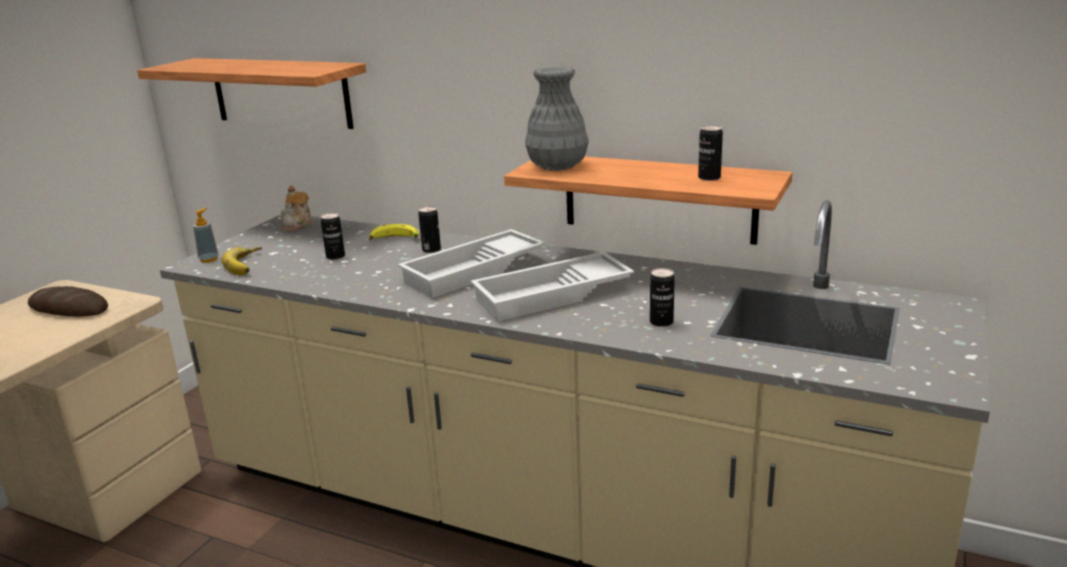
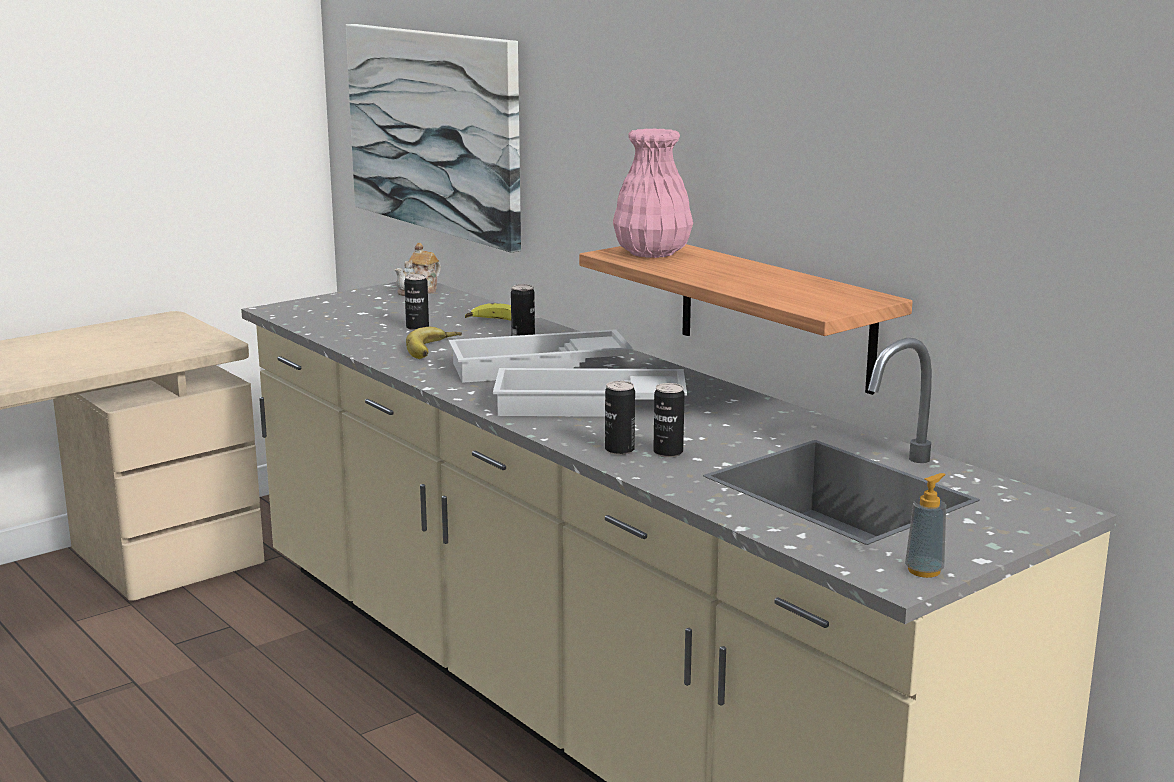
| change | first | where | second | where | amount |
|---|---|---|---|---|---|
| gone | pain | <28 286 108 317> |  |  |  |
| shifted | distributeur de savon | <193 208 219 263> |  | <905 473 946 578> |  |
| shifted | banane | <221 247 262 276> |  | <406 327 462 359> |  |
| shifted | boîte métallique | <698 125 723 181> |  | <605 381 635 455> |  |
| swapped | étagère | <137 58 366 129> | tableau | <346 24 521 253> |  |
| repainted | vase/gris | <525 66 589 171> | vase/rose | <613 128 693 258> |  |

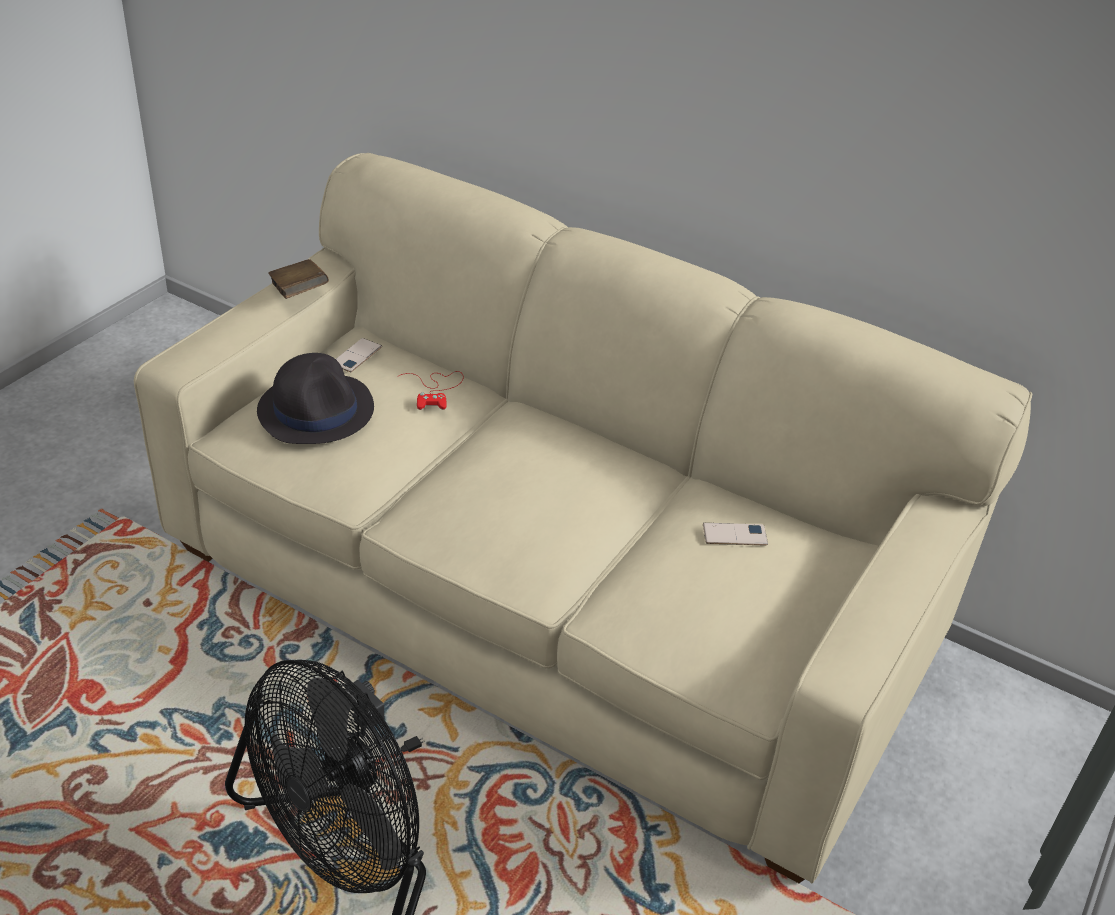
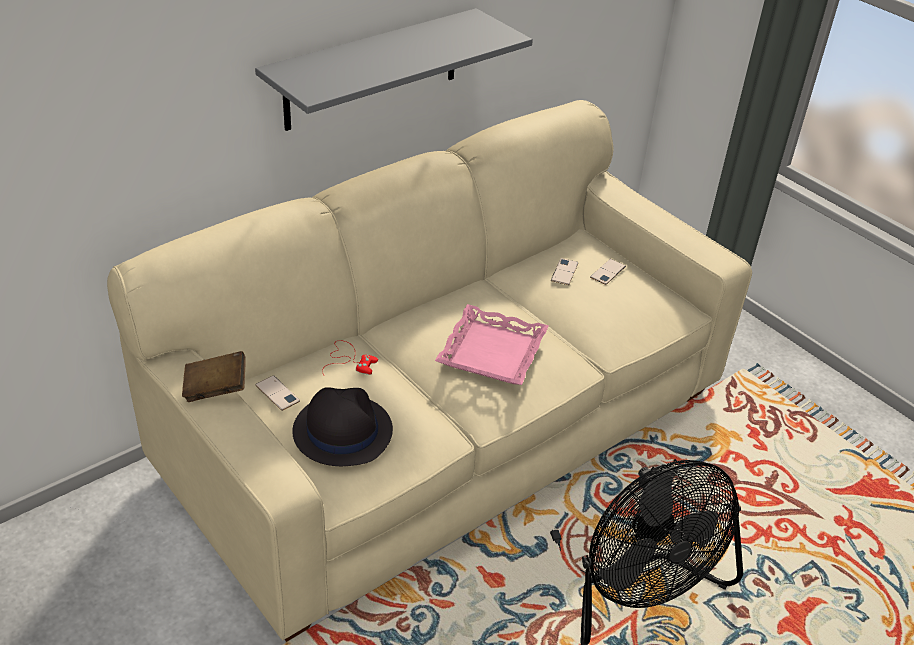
| change | first | where | second | where | amount |
|---|---|---|---|---|---|
| new |  |  | étagère/gris | <255 8 533 131> |  |
| new |  |  | plateau/rose | <435 304 549 385> |  |
| new |  |  | téléphone | <590 259 626 285> |  |

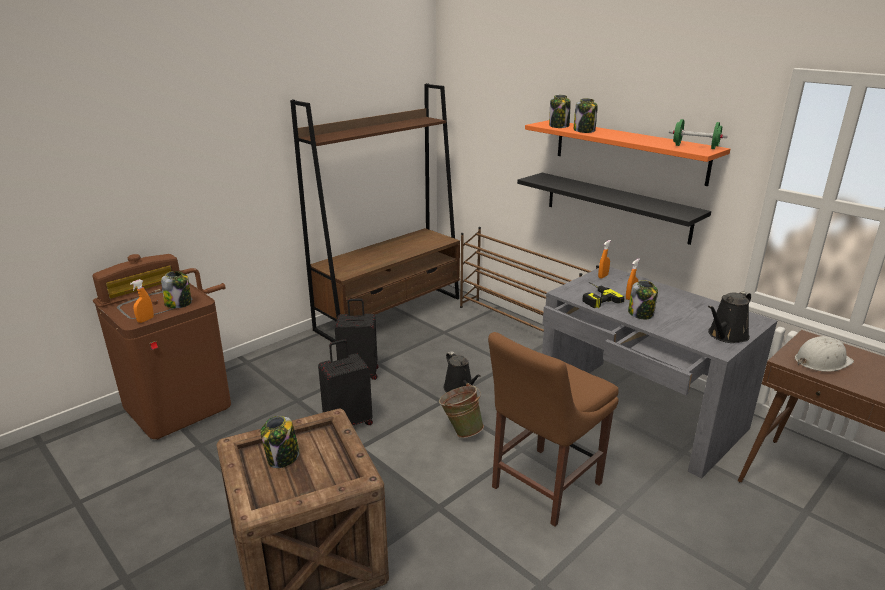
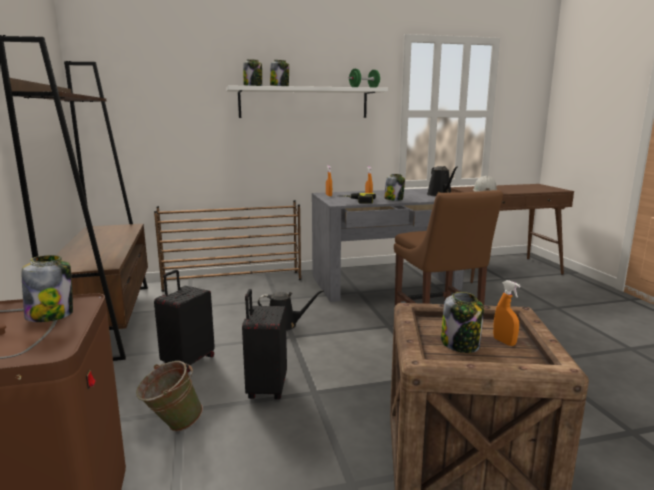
| change | first | where | second | where | amount |
|---|---|---|---|---|---|
| gone | étagère/noir | <517 173 711 245> |  |  |  |
| shifted | vaporisateur/orange | <130 279 154 323> |  | <493 280 521 346> |  |
| shifted | seau/vert | <439 383 484 438> |  | <136 361 203 431> |  |
| repainted | étagère/orange | <525 120 730 186> | étagère/blanc | <226 86 388 118> |  |

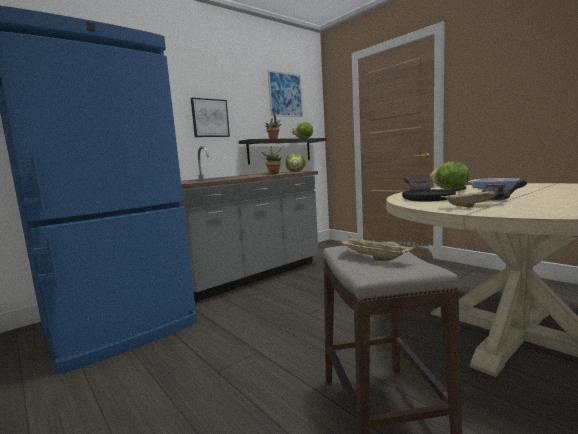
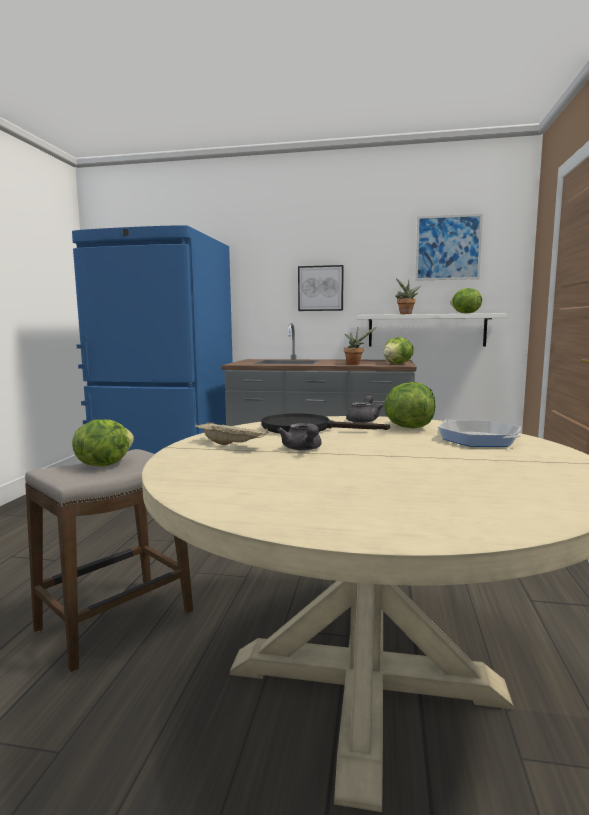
| change | first | where | second | where | amount |
|---|---|---|---|---|---|
| swapped | plateau/beige | <338 237 415 261> | laitue | <72 419 134 466> |  |
| repainted | étagère/noir | <239 138 326 165> | étagère/blanc | <356 313 507 347> |  |

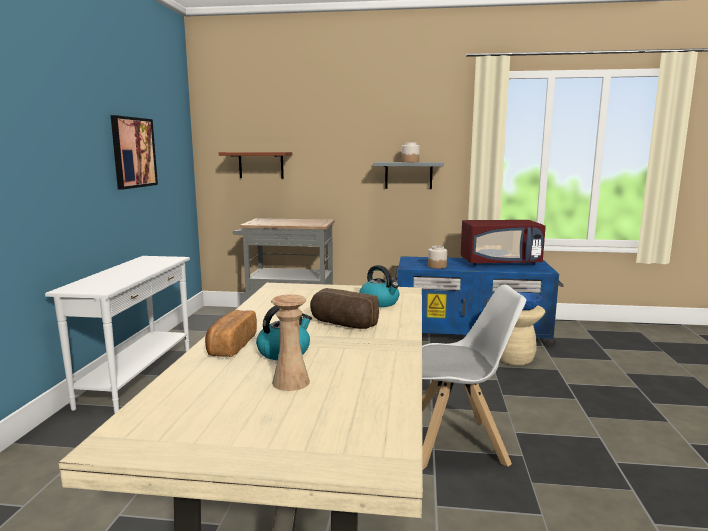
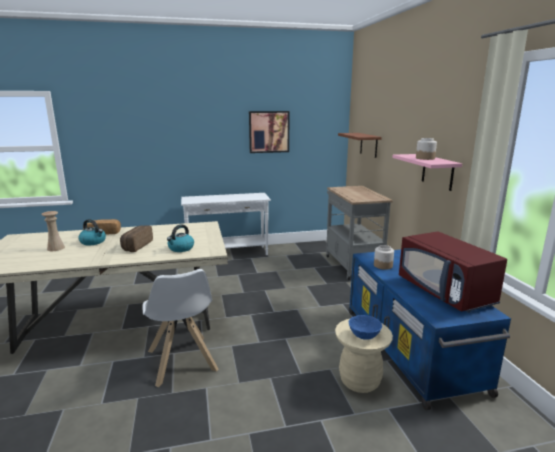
| change | first | where | second | where | amount |
|---|---|---|---|---|---|
| repainted | étagère/gris | <373 162 444 189> | étagère/rose | <392 154 462 191> |  |

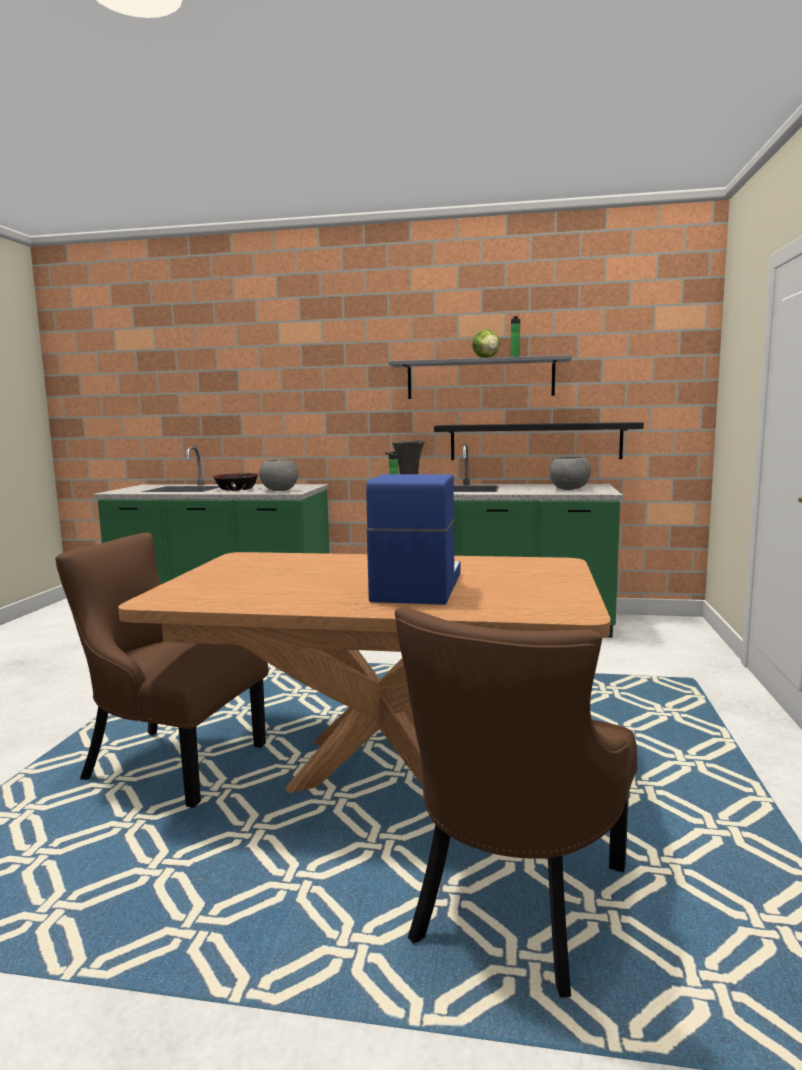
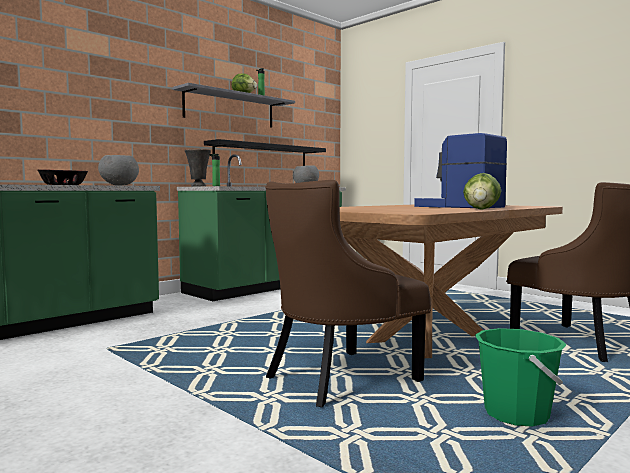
| change | first | where | second | where | amount |
|---|---|---|---|---|---|
| new |  |  | laitue | <463 173 501 210> |  |
| new |  |  | seau/vert | <475 328 567 427> |  |

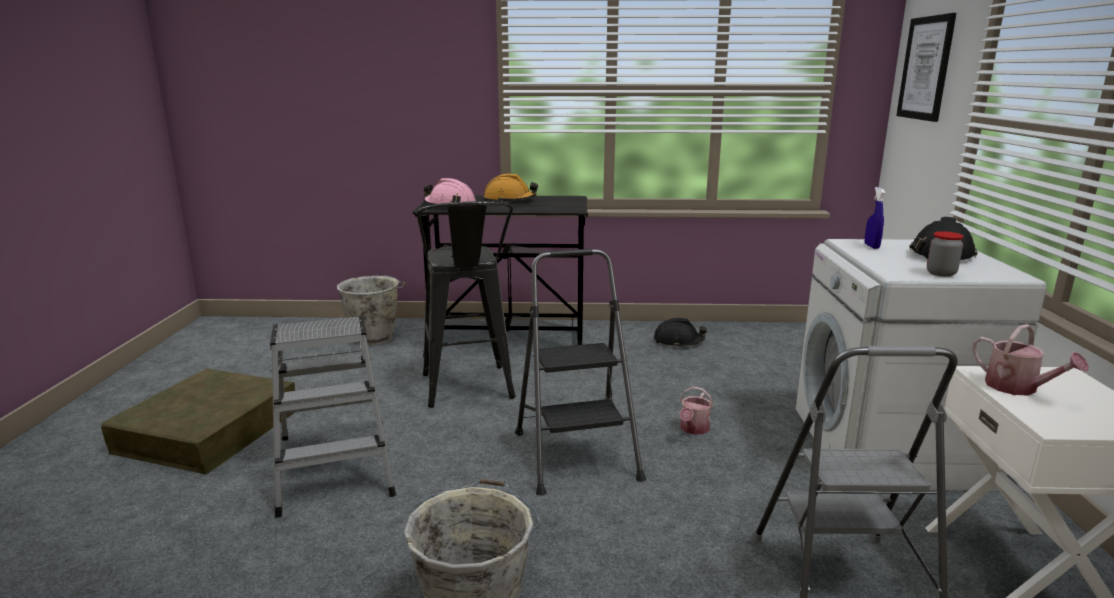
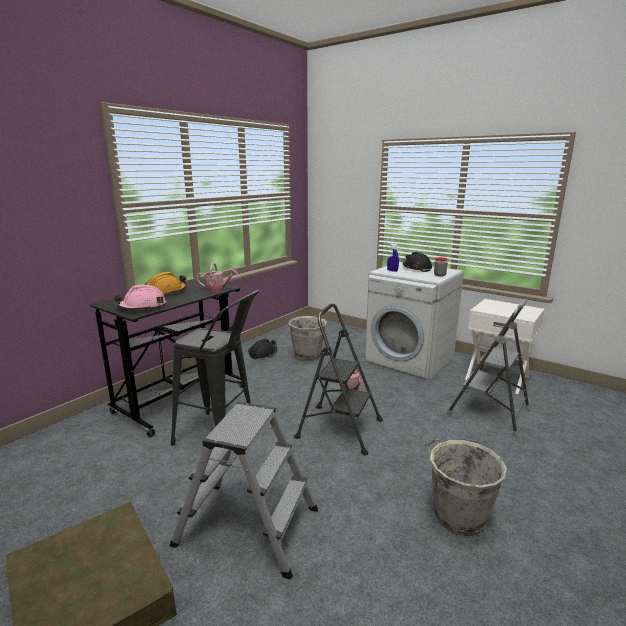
| change | first | where | second | where | amount |
|---|---|---|---|---|---|
| gone | tableau | <896 13 956 122> |  |  |  |
| shifted | seau/gris | <337 275 406 346> |  | <289 315 328 361> |  |
| shifted | arrosoir | <972 324 1089 396> |  | <196 263 238 292> |  |

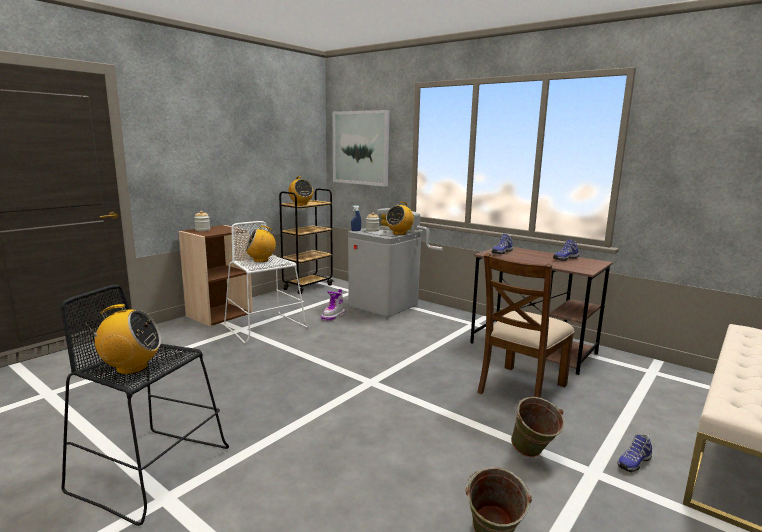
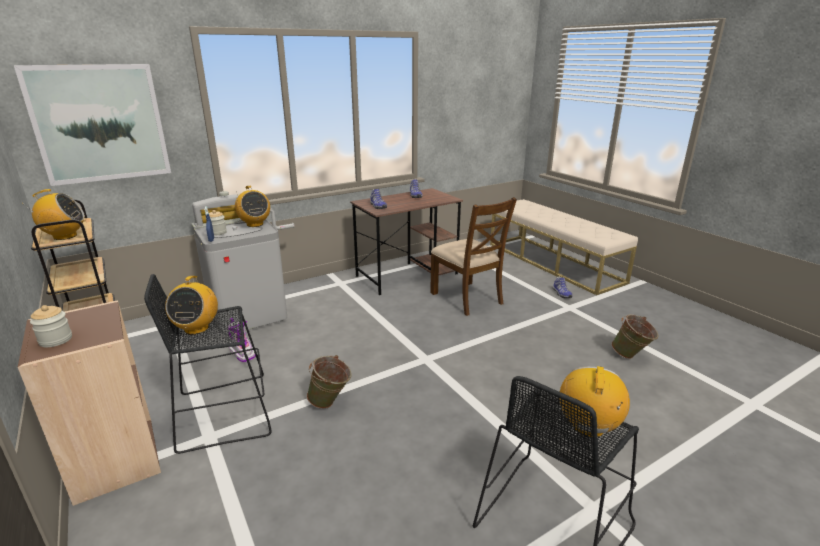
| change | first | where | second | where | amount |
|---|---|---|---|---|---|
| shifted | seau/vert | <511 397 565 457> |  | <307 355 352 409> |  |
| repainted | tabouret/blanc | <224 221 309 344> | tabouret/noir | <144 274 272 454> |  |

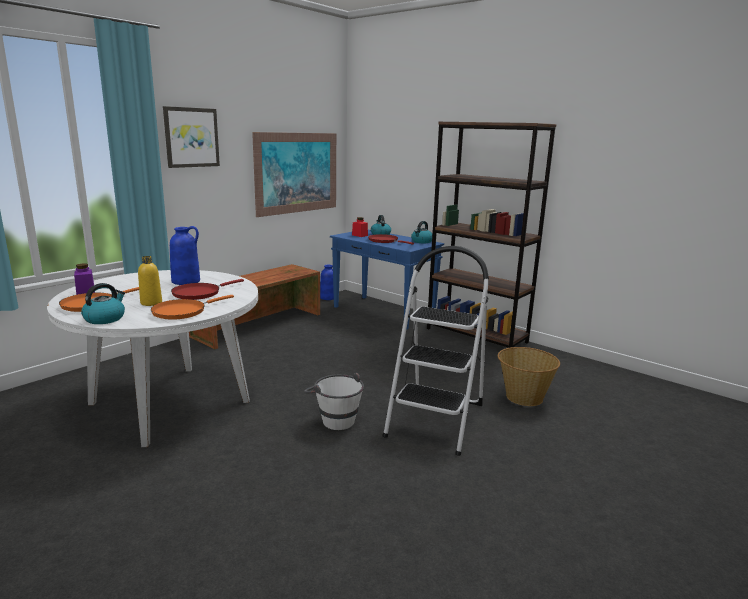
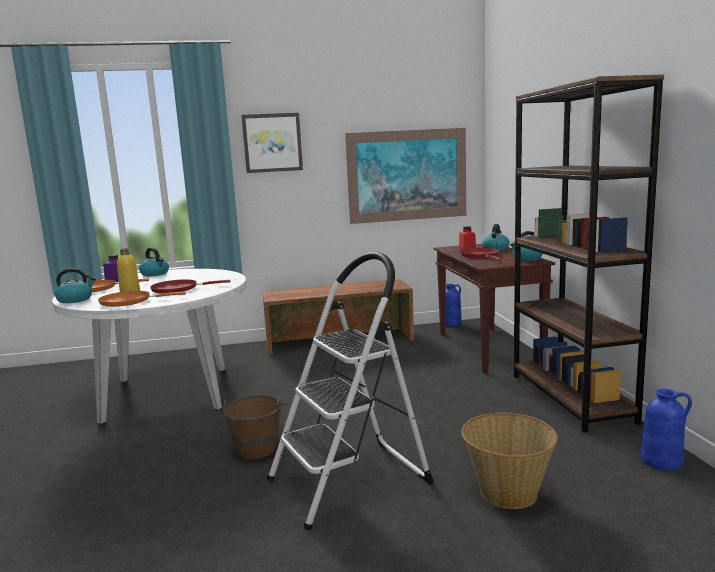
| change | first | where | second | where | amount |
|---|---|---|---|---|---|
| new |  |  | bouilloire | <139 247 169 276> |  |
| shifted | vase/bleu | <170 226 200 285> |  | <641 389 692 471> |  |
| repainted | seau/blanc | <304 373 364 430> | seau/marron | <223 395 288 460> |  |
| repainted | table console/bleu | <330 230 444 330> | table console/marron | <434 244 555 373> |  |

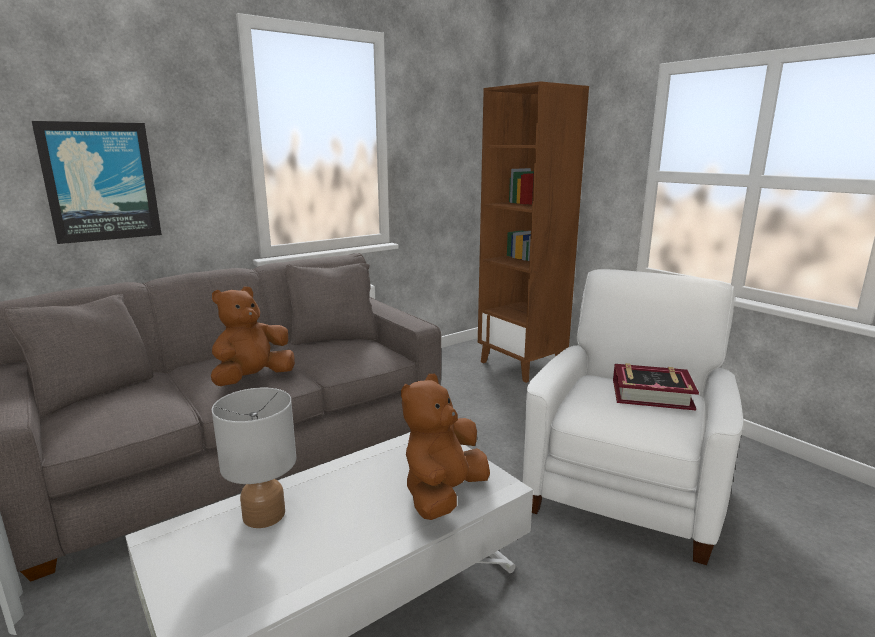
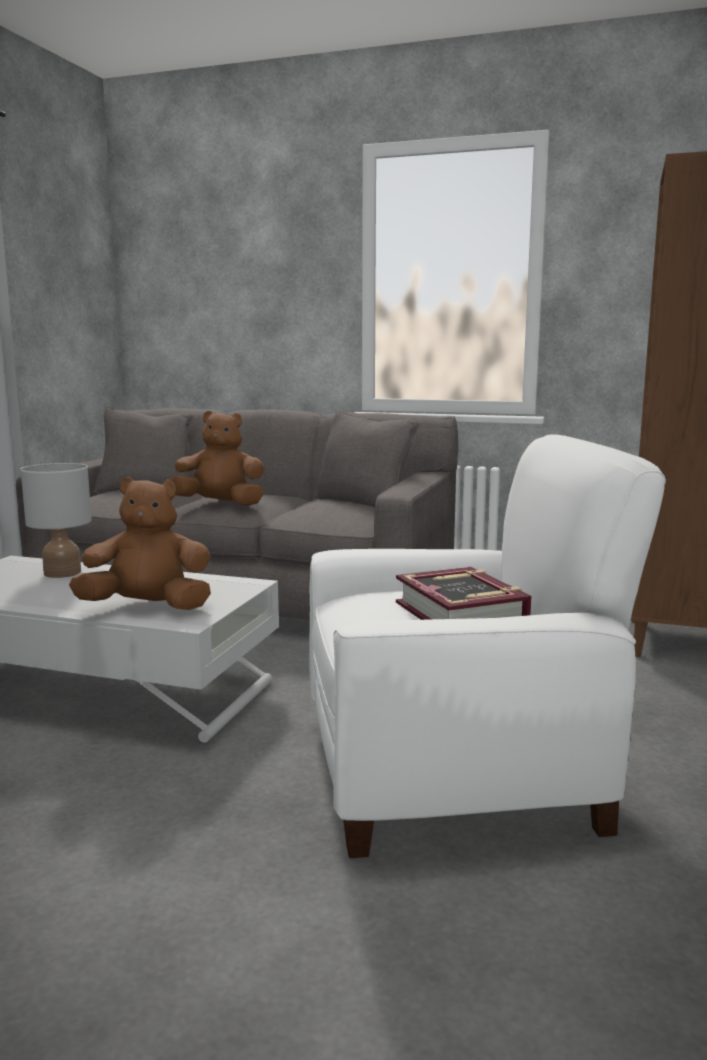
| change | first | where | second | where | amount |
|---|---|---|---|---|---|
| gone | tableau | <32 121 162 244> |  |  |  |

